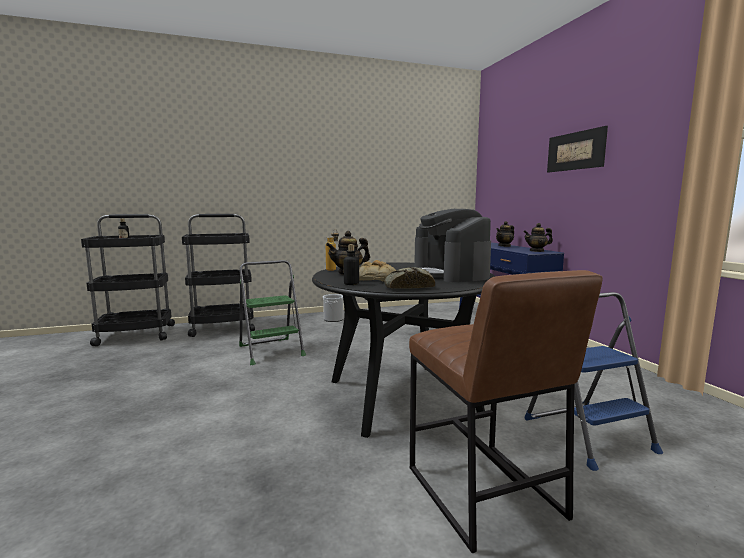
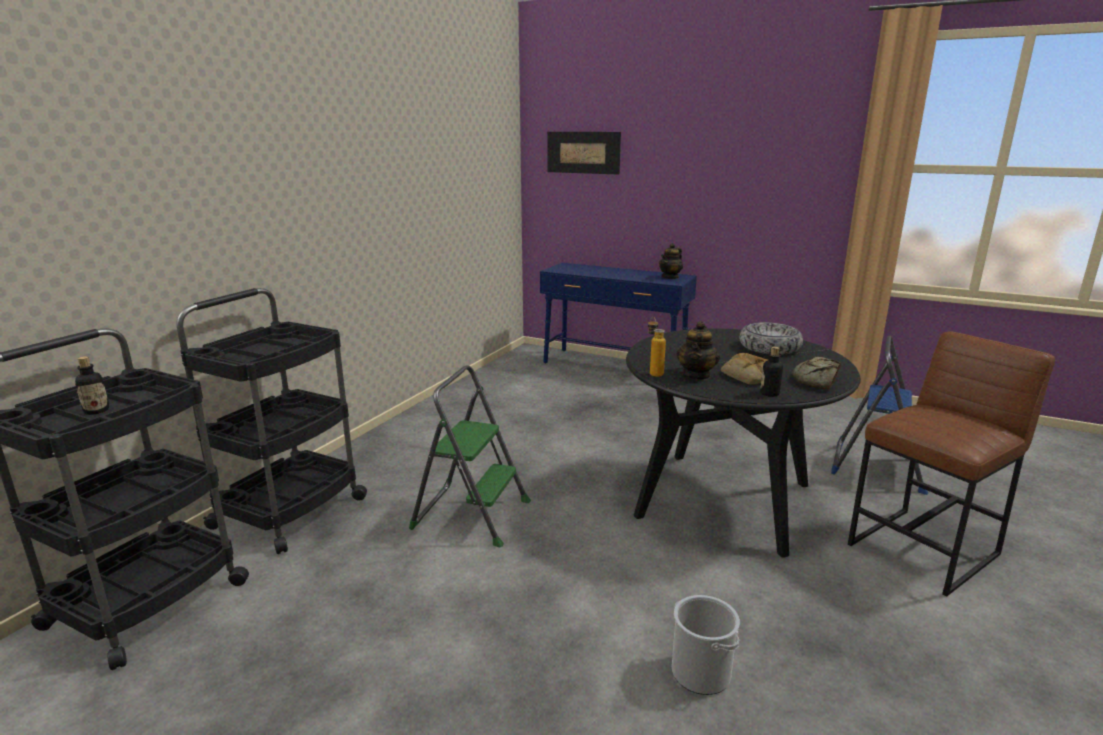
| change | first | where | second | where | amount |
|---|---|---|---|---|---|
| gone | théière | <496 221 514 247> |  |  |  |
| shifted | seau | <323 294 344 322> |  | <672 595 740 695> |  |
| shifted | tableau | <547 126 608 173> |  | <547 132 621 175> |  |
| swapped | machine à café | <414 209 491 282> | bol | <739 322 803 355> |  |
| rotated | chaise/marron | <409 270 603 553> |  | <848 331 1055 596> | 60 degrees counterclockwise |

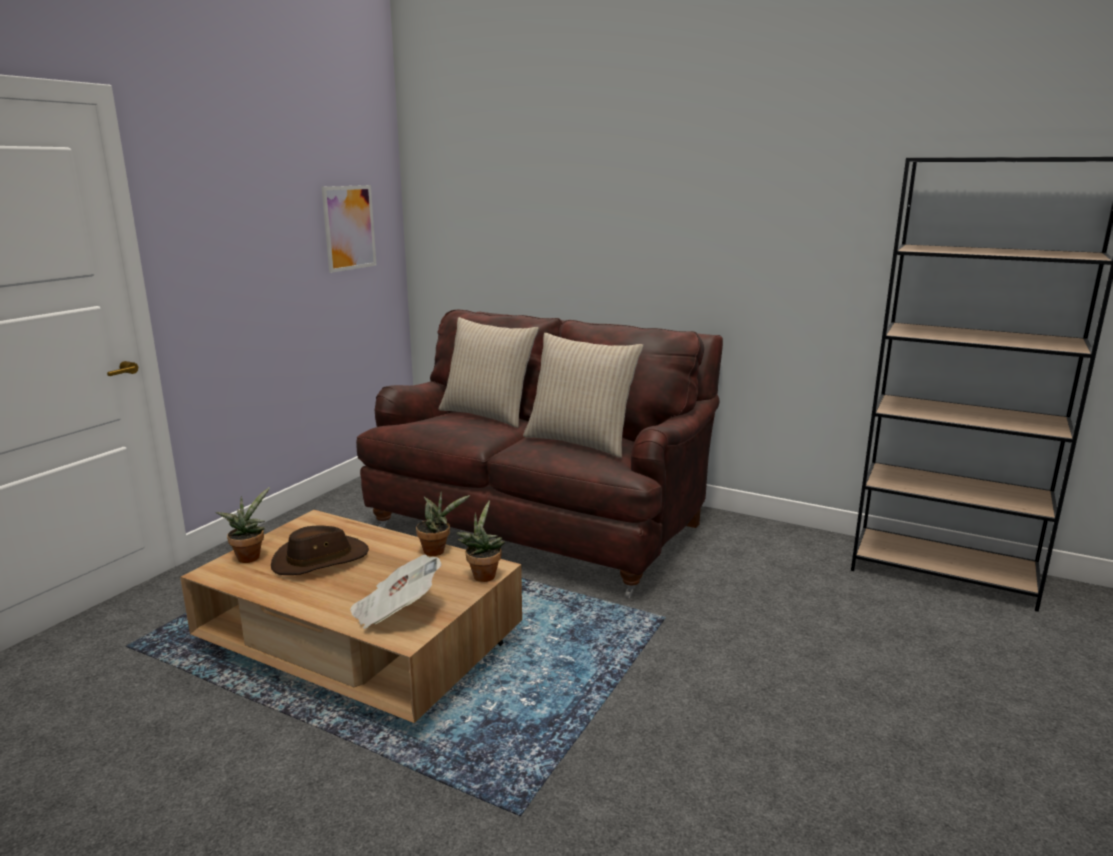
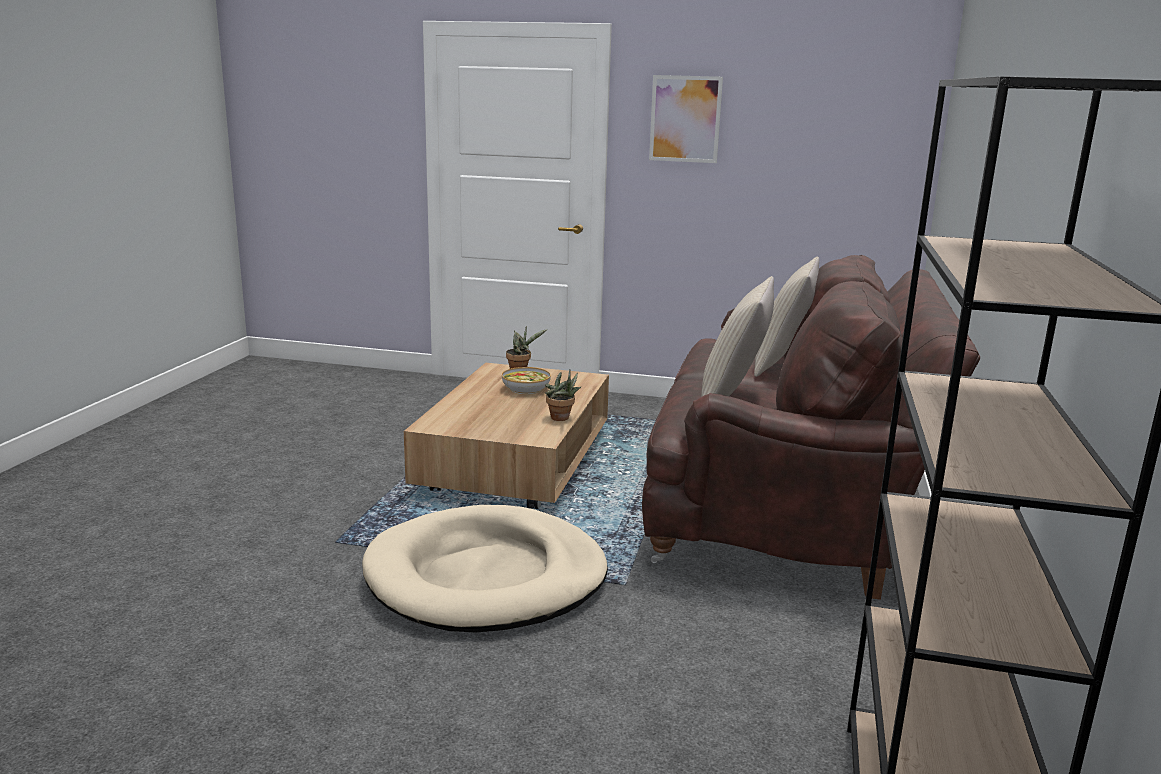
| change | first | where | second | where | amount |
|---|---|---|---|---|---|
| gone | journal | <350 555 441 629> |  |  |  |
| gone | plante en pot | <456 500 505 582> |  |  |  |
| new |  |  | panier pour chien/beige | <362 505 608 632> |  |
| shifted | tableau | <322 185 377 273> |  | <649 75 723 163> |  |
| swapped | chapeau/marron | <271 525 369 575> | bol | <502 367 551 394> |  |

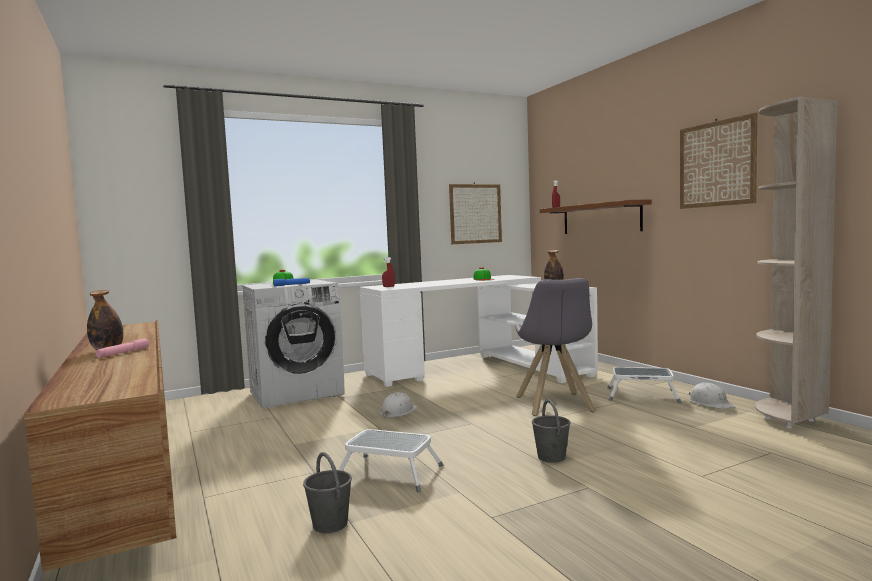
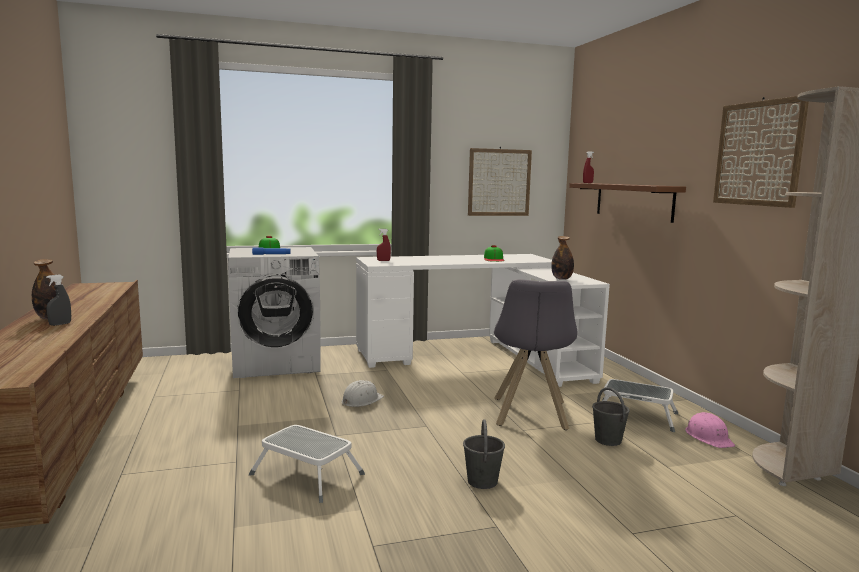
| change | first | where | second | where | amount |
|---|---|---|---|---|---|
| shifted | seau/gris | <303 452 352 533> |  | <592 387 630 446> |  |
| swapped | lampe de poche/rose | <96 338 149 358> | vaporisateur/gris | <46 274 71 326> |  |
| repainted | casque de chantier/blanc | <689 382 735 409> | casque de chantier/rose | <685 412 735 448> |  |

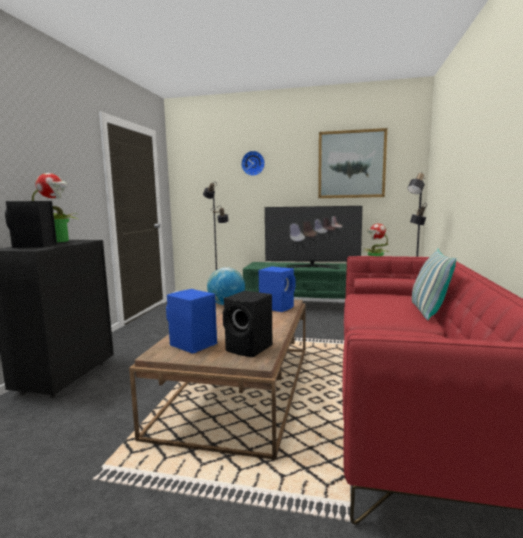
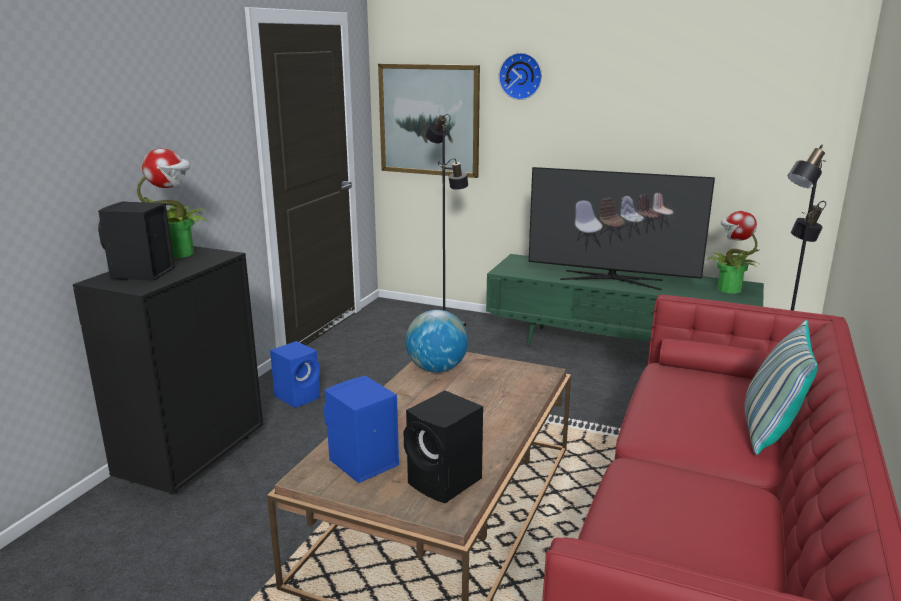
| change | first | where | second | where | amount |
|---|---|---|---|---|---|
| shifted | enceinte/bleu | <259 266 295 312> |  | <270 341 320 408> |  |
| shifted | tableau | <318 128 387 198> |  | <378 64 480 178> |  |

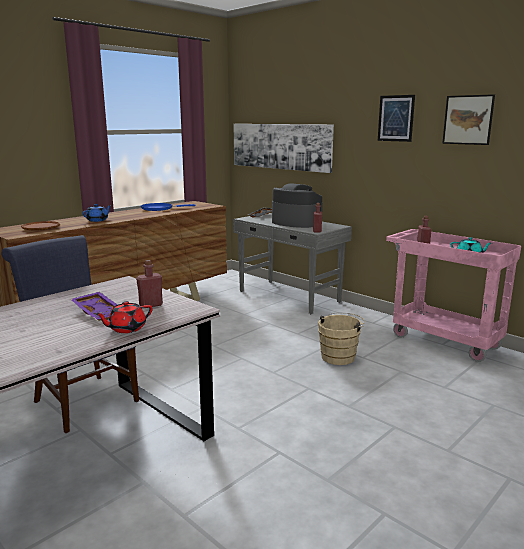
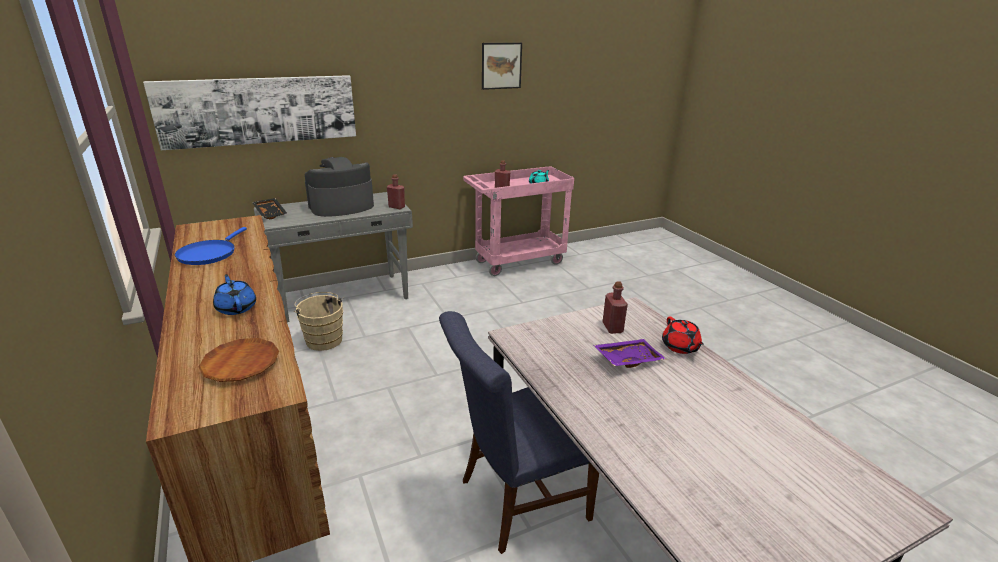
| change | first | where | second | where | amount |
|---|---|---|---|---|---|
| gone | tableau | <378 95 415 142> |  |  |  |
| shifted | seau/beige | <318 312 365 365> |  | <294 292 343 351> |  |

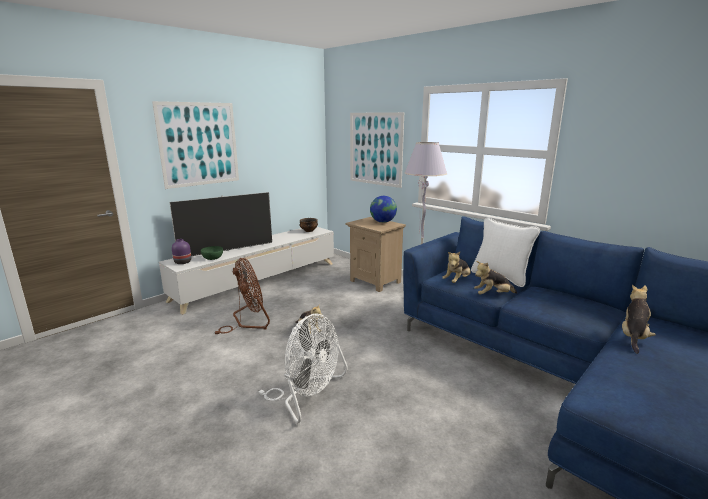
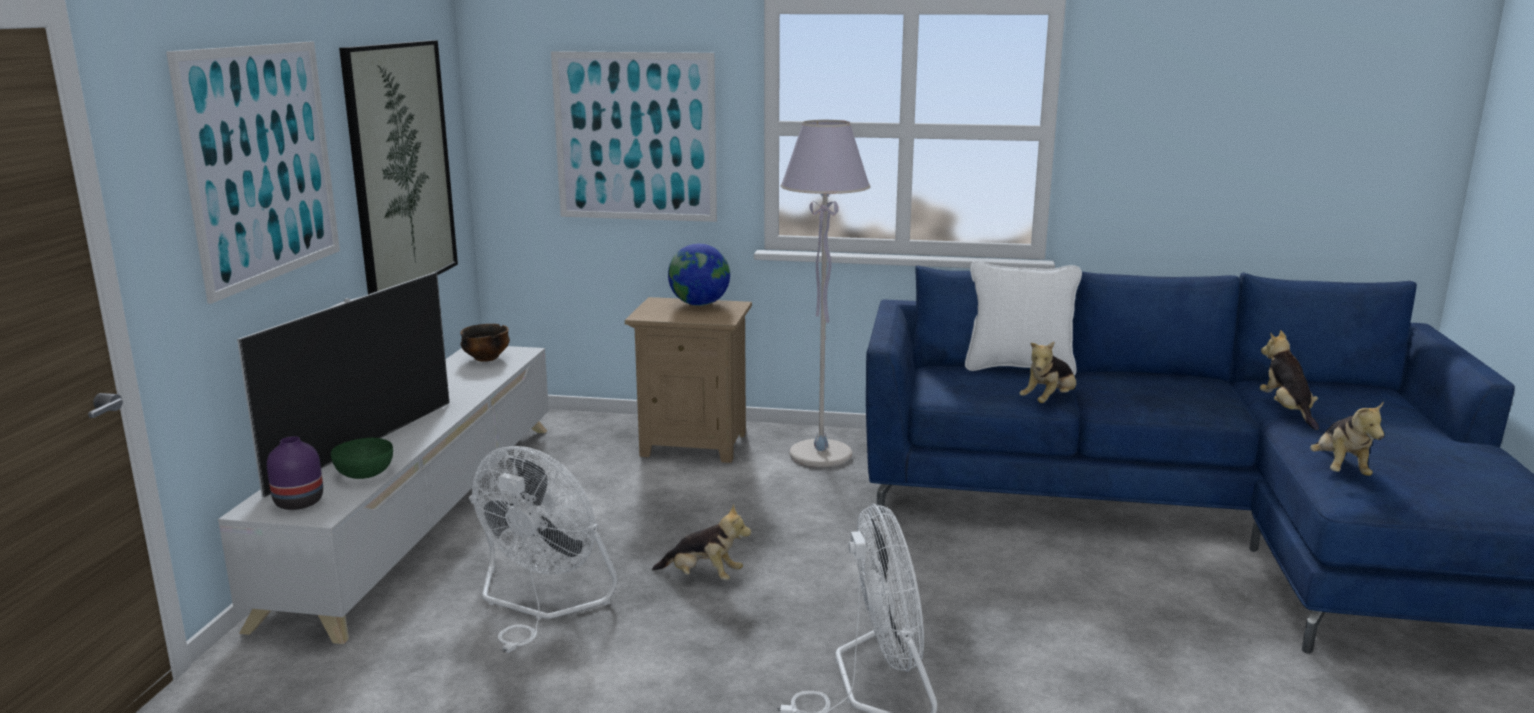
| change | first | where | second | where | amount |
|---|---|---|---|---|---|
| new |  |  | tableau | <339 40 458 295> |  |
| shifted | peluche | <442 252 471 283> |  | <1310 401 1384 476> |  |
| repainted | ventilateur/marron | <214 258 270 334> | ventilateur/blanc | <469 446 617 653> |  |

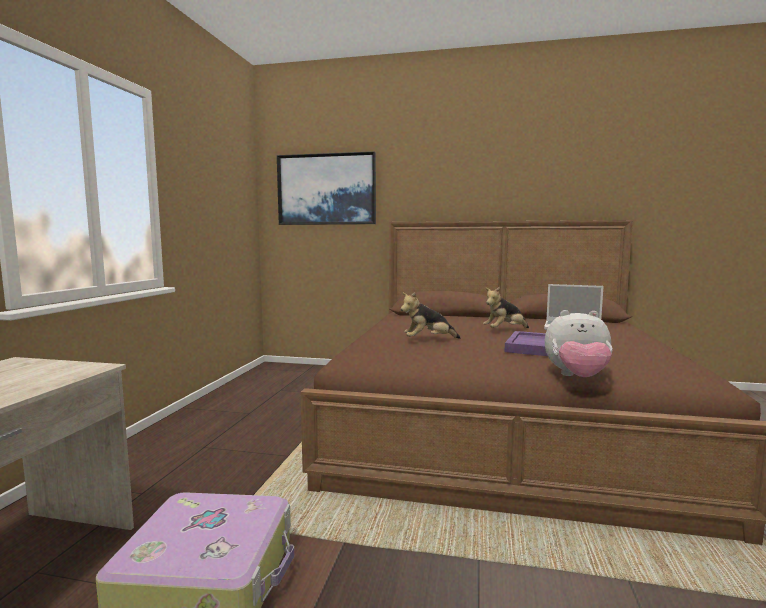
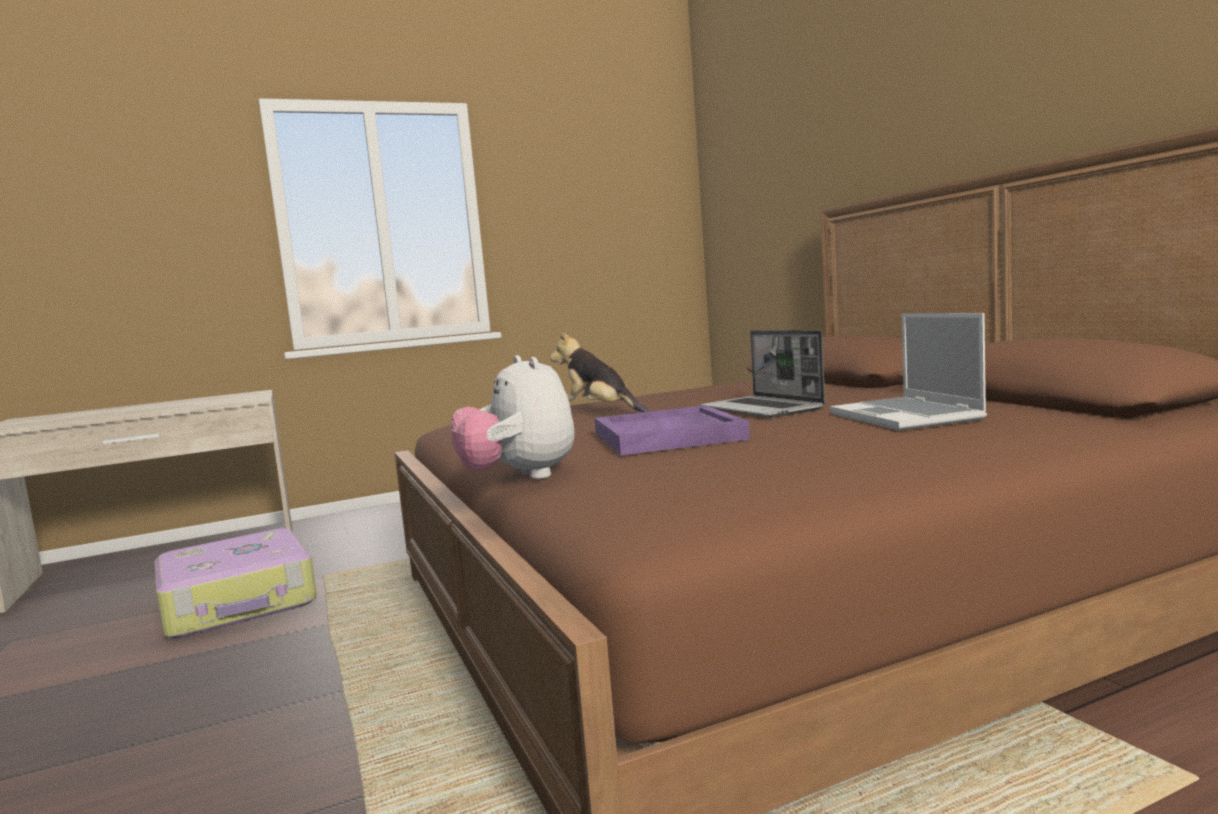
| change | first | where | second | where | amount |
|---|---|---|---|---|---|
| gone | tableau | <277 151 376 225> |  |  |  |
| swapped | peluche | <483 287 529 328> | ordinateur portable | <700 330 825 418> |  |

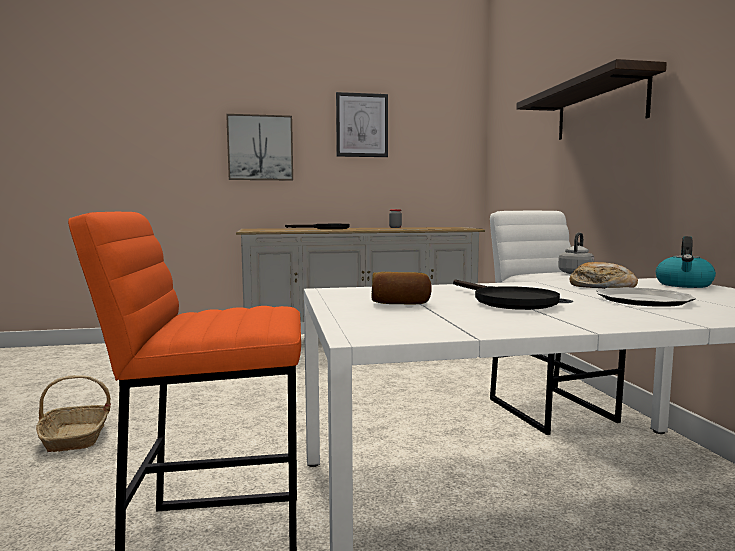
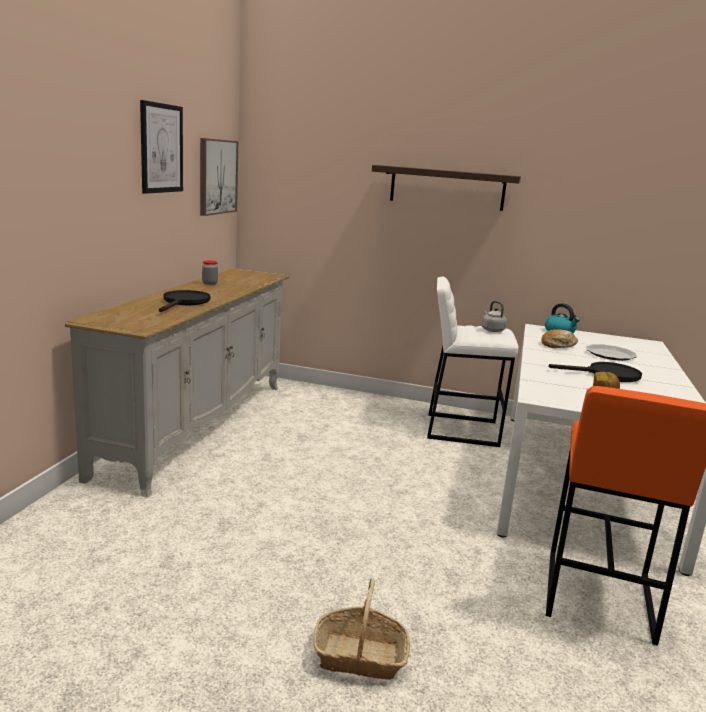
| change | first | where | second | where | amount |
|---|---|---|---|---|---|
| shifted | tableau | <226 114 293 180> |  | <200 138 238 216> |  |

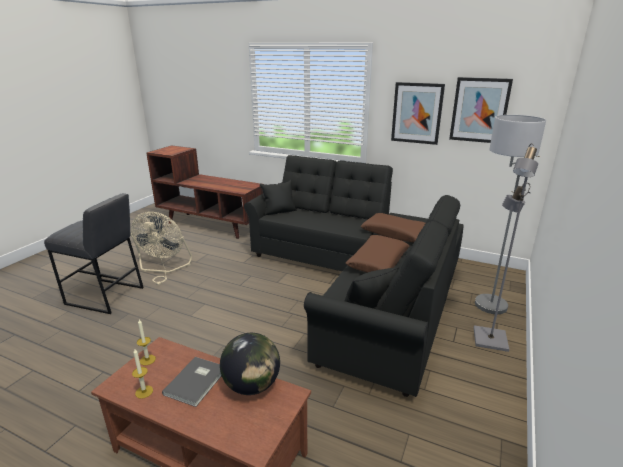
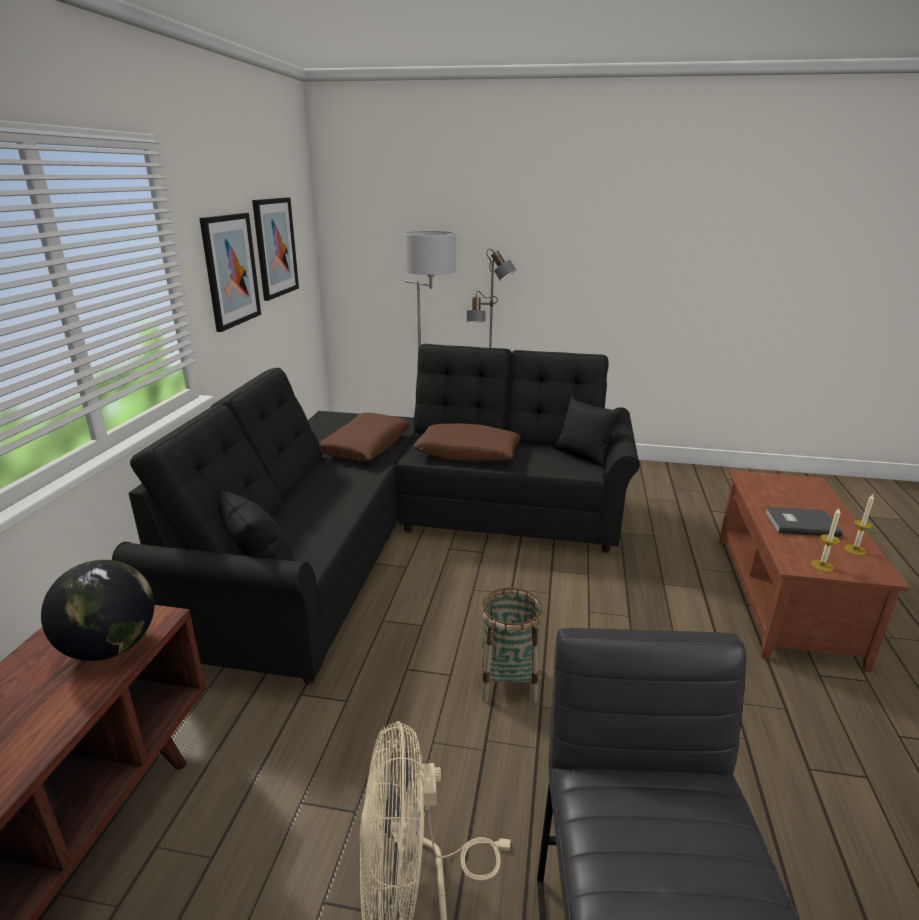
| change | first | where | second | where | amount |
|---|---|---|---|---|---|
| new |  |  | panier | <481 587 543 704> |  |
| shifted | globe | <220 333 280 395> |  | <41 560 154 661> |  |

